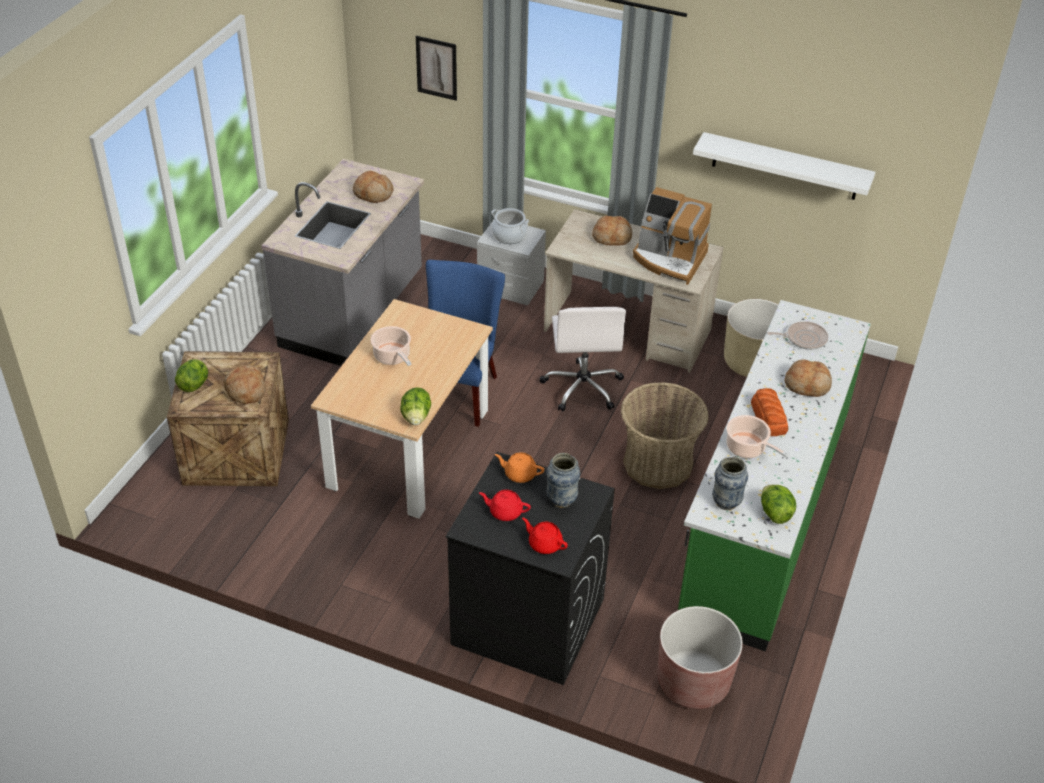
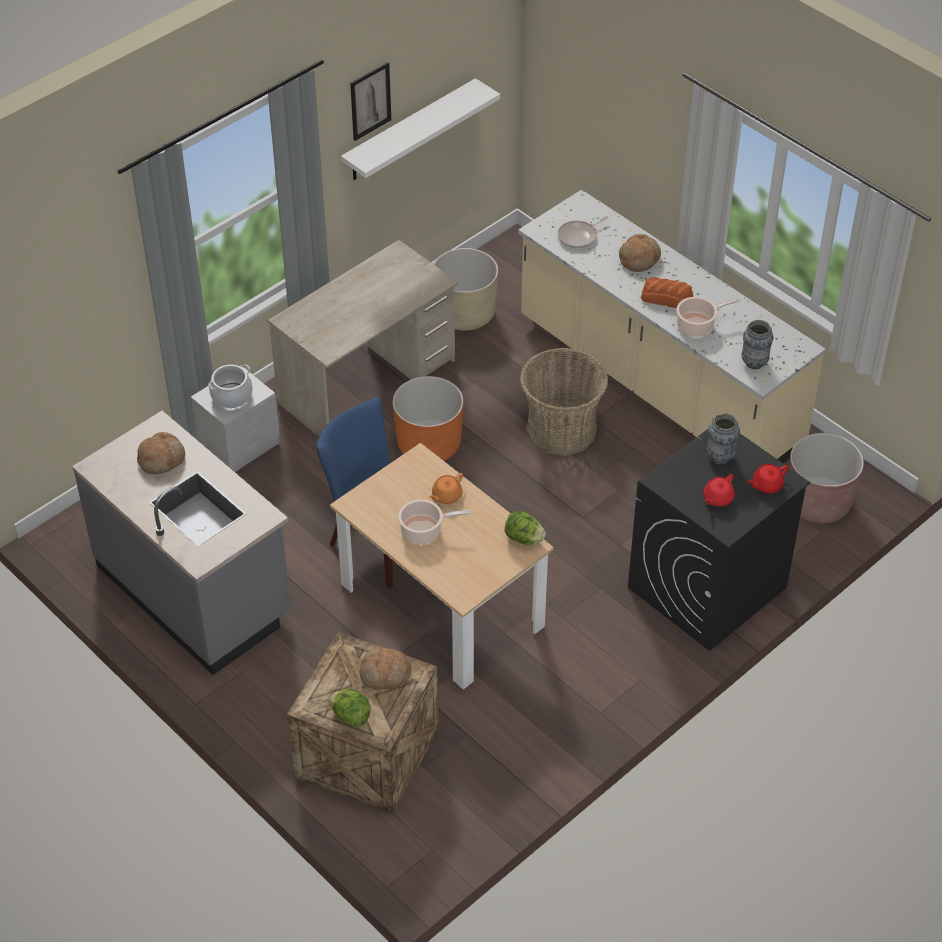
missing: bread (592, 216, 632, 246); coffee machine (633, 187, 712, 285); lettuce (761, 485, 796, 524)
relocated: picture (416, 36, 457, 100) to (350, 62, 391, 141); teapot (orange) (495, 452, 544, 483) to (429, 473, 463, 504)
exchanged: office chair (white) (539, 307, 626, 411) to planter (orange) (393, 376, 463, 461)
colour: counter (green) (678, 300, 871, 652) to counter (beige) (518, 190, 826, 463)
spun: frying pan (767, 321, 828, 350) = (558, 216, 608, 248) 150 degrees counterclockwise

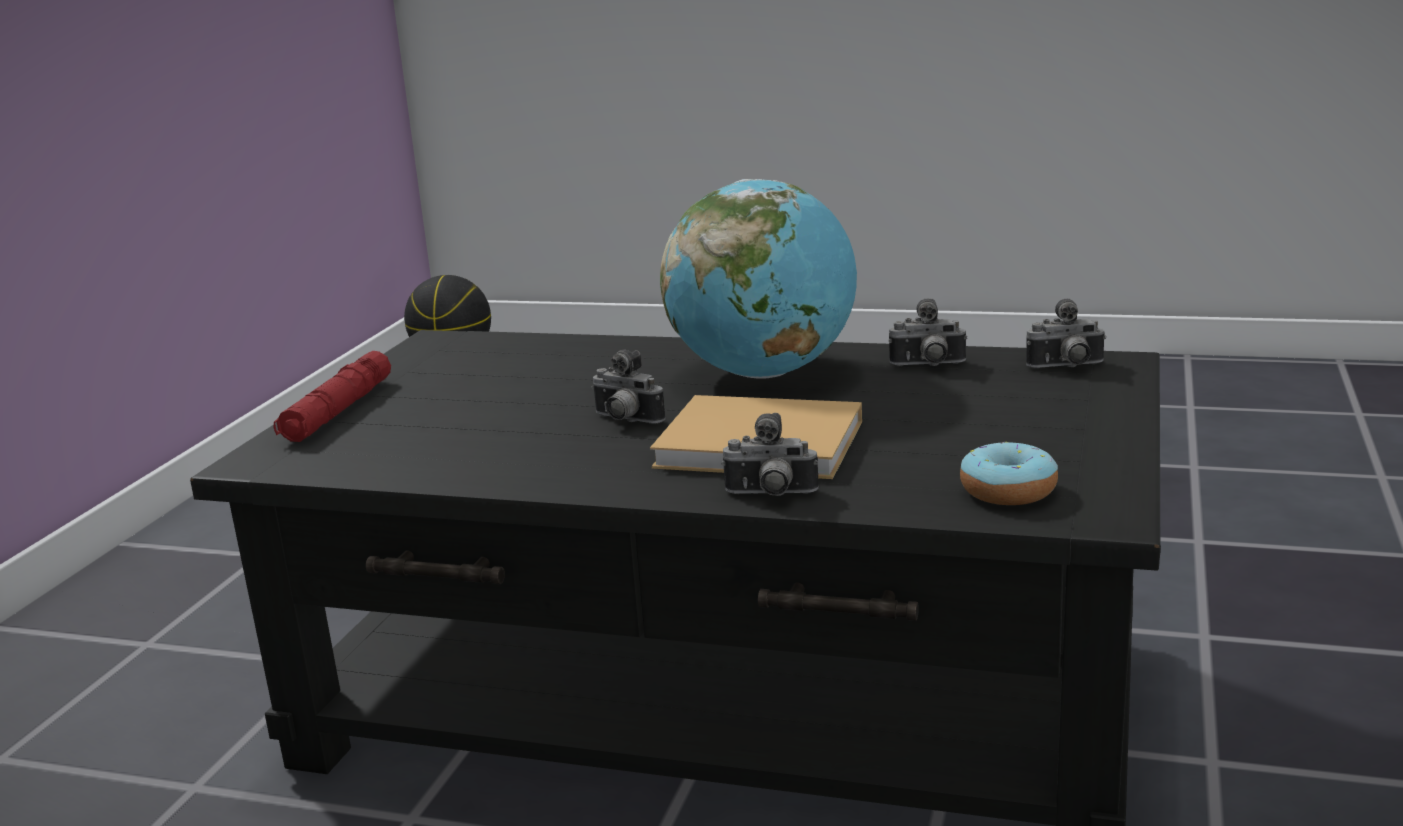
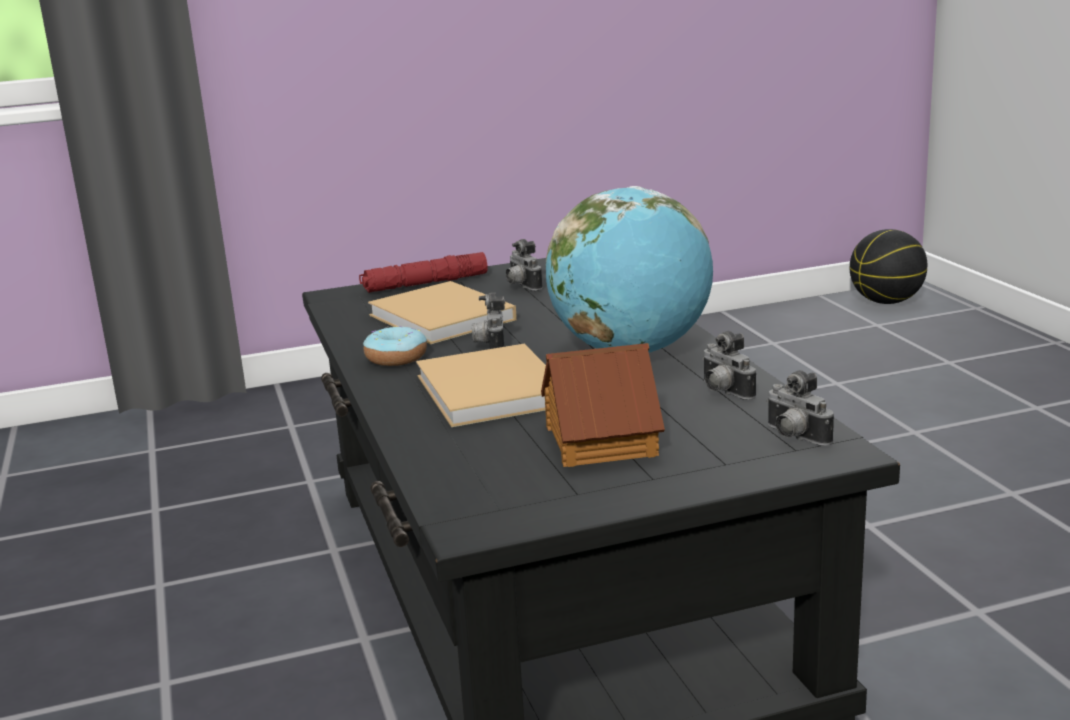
appeared: book (beige) (368, 281, 517, 344); toy house (541, 343, 665, 467)
relocated: photo camera (721, 413, 819, 496) to (506, 239, 543, 291); donut (960, 442, 1058, 505) to (363, 326, 427, 366)

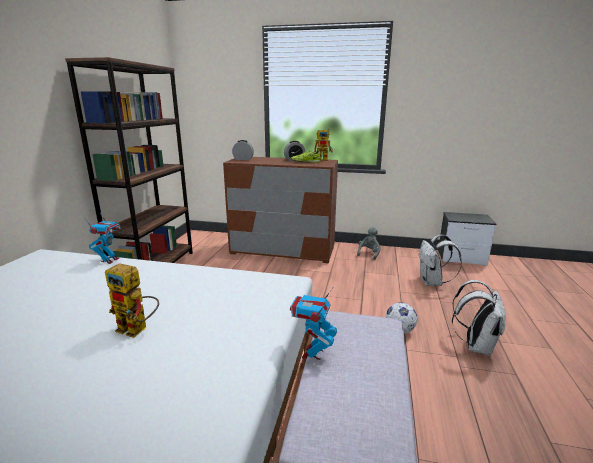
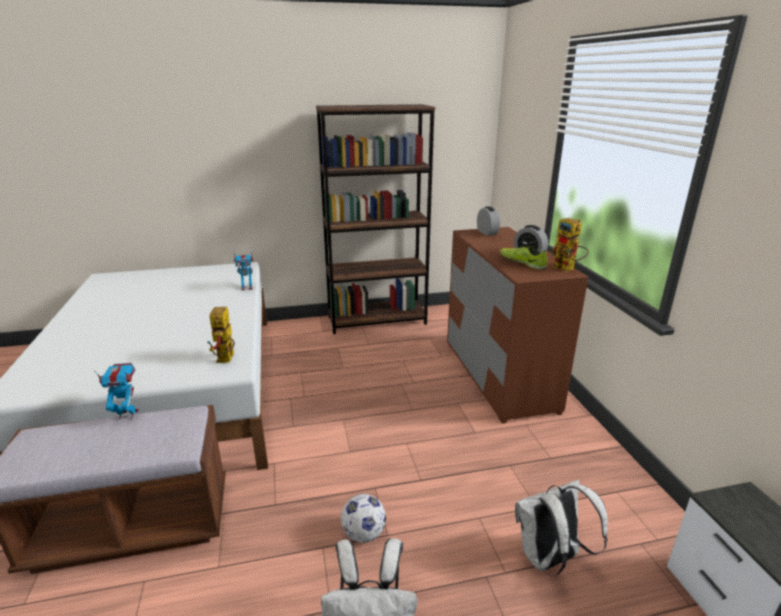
missing: plush toy (grey) (357, 227, 381, 260)
relocated: toy robot (105, 263, 159, 338) to (207, 307, 235, 363)

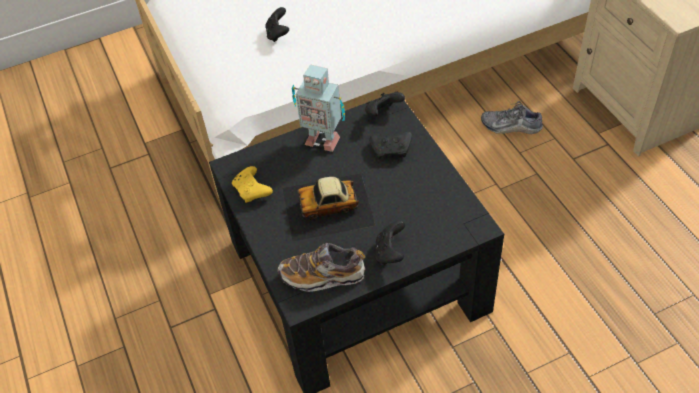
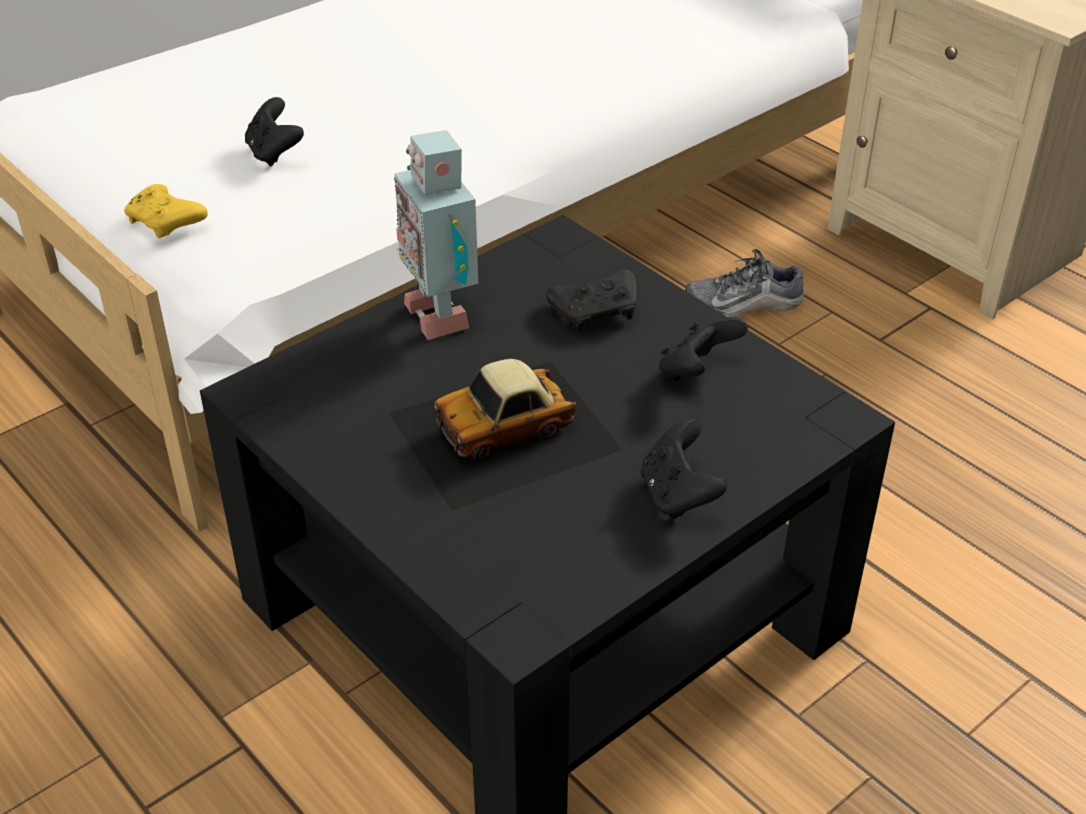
missing: shoe (278, 243, 365, 292)
relocated: game controller (yellow) (232, 166, 273, 203) to (124, 184, 208, 238); game controller (black) (365, 92, 405, 117) to (659, 317, 748, 382)
spun: toy robot (292, 64, 345, 152) = (394, 130, 478, 340) 60 degrees clockwise

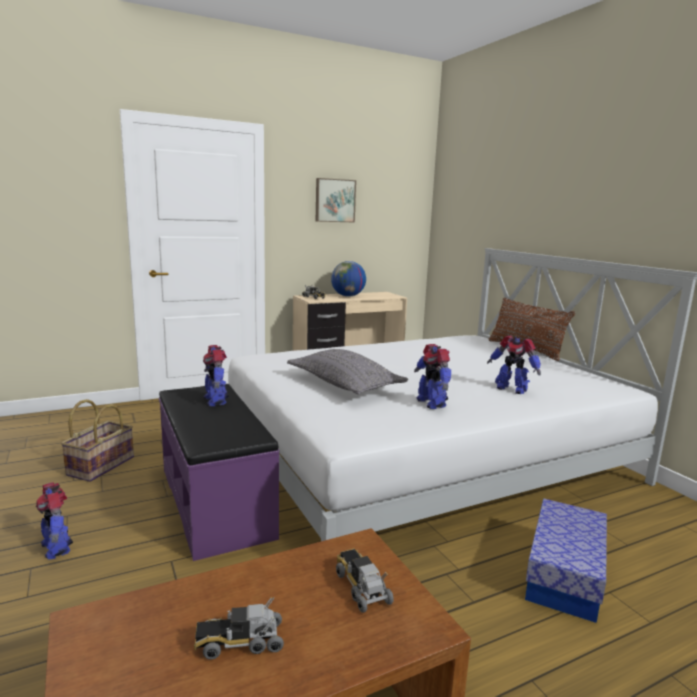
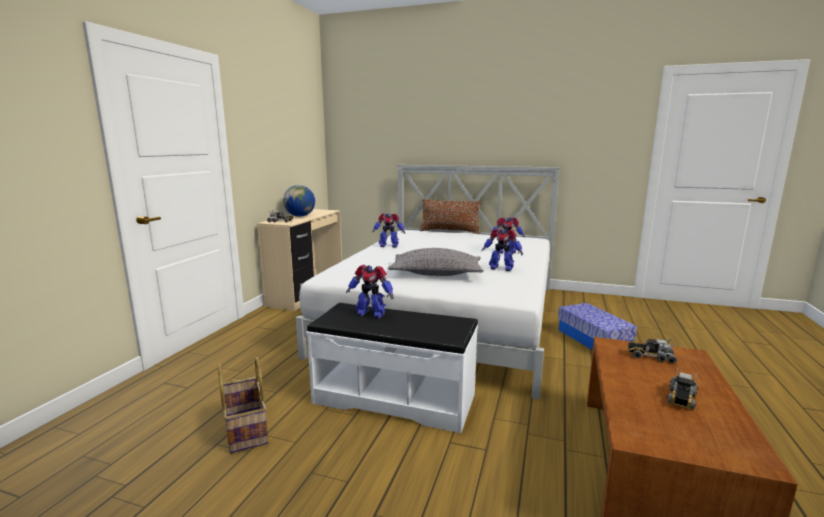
missing: picture (316, 178, 356, 222)
relocated: toy robot (36, 482, 73, 560) to (372, 213, 405, 247)
colour: bench (purple) (159, 384, 279, 561) to bench (white) (306, 303, 478, 433)

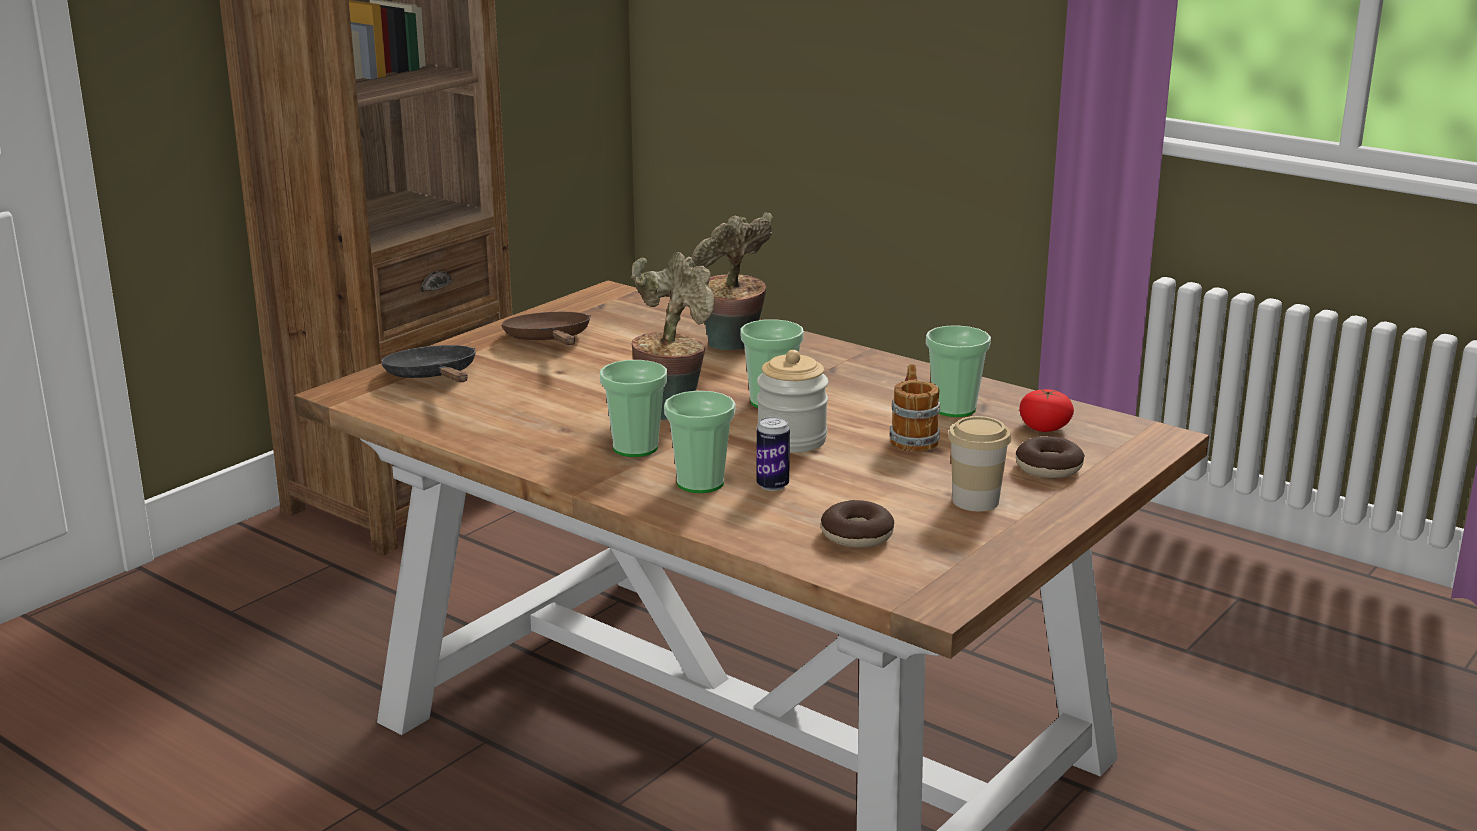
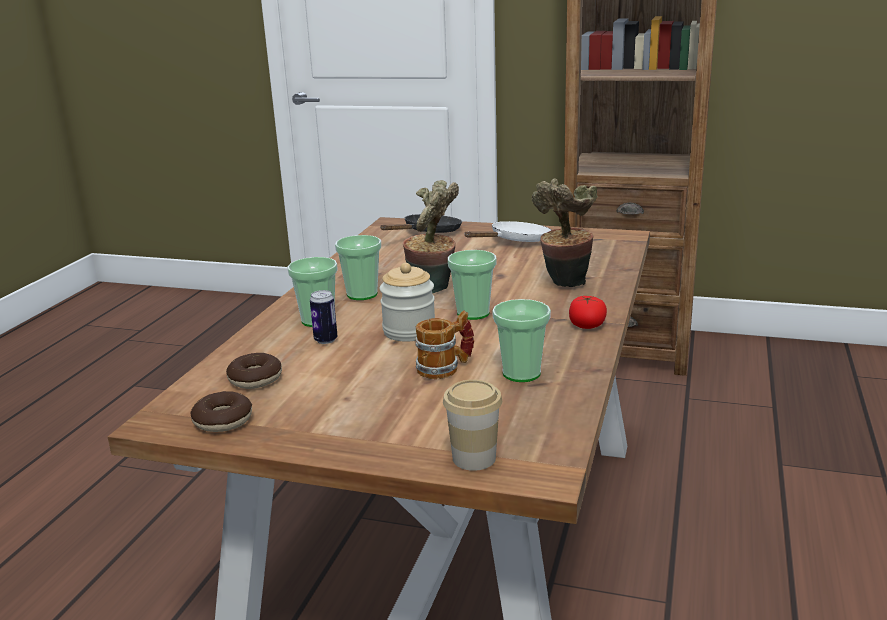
relocated: cup (948, 416, 1011, 511) to (443, 379, 502, 471); donut (1016, 436, 1085, 478) to (190, 391, 252, 432); tomato (1019, 389, 1074, 432) to (569, 296, 607, 329)
colour: frying pan (brown) (501, 312, 591, 345) to frying pan (white) (464, 221, 551, 242)

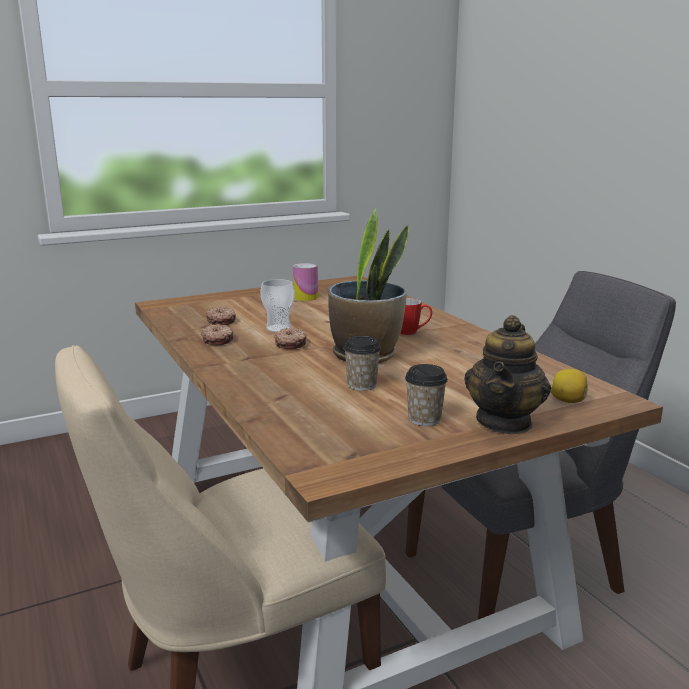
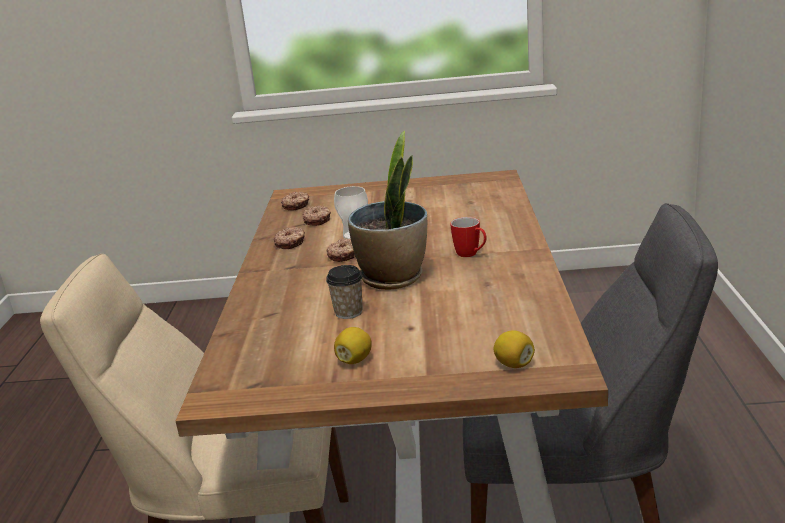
missing: can (293, 263, 318, 301); teapot (464, 315, 551, 434)
appeared: donut (281, 192, 309, 211)
exchanged: cup (405, 364, 448, 426) to lemon (334, 327, 372, 364)

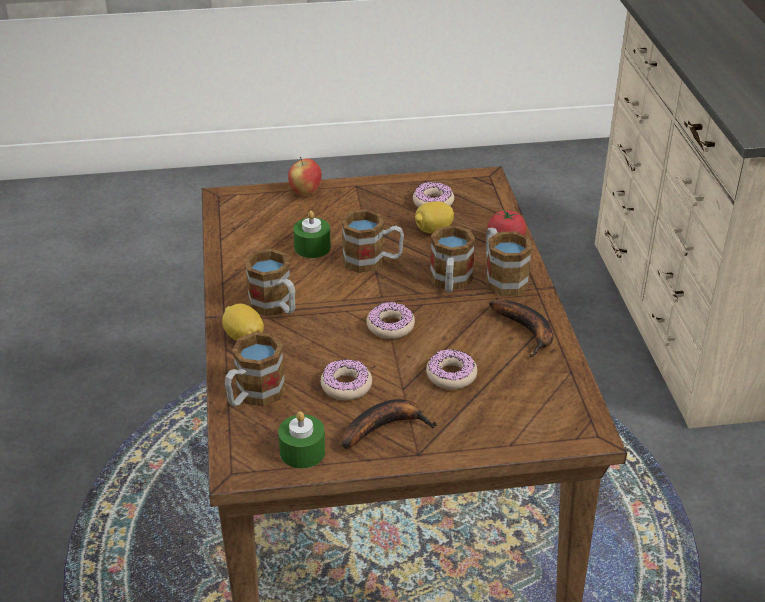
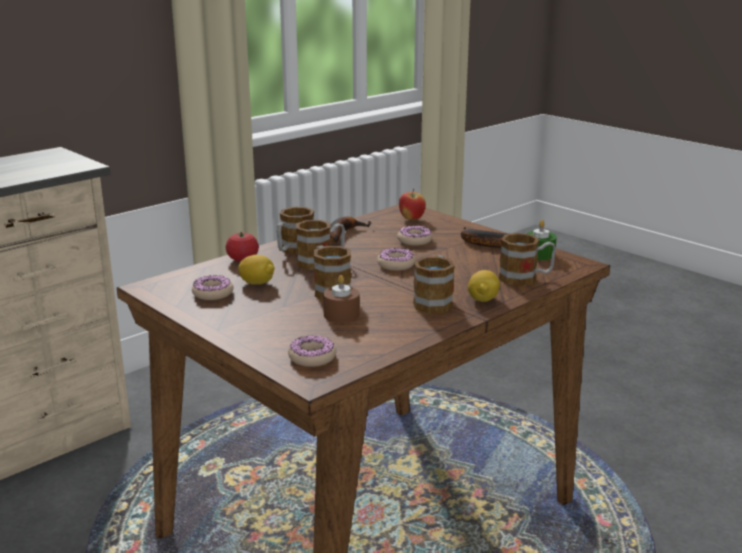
relocated: apple (288, 157, 322, 196) to (399, 189, 426, 220); donut (321, 359, 372, 400) to (288, 335, 336, 367)
colour: candle (green) (293, 211, 331, 258) to candle (brown) (323, 275, 360, 323)

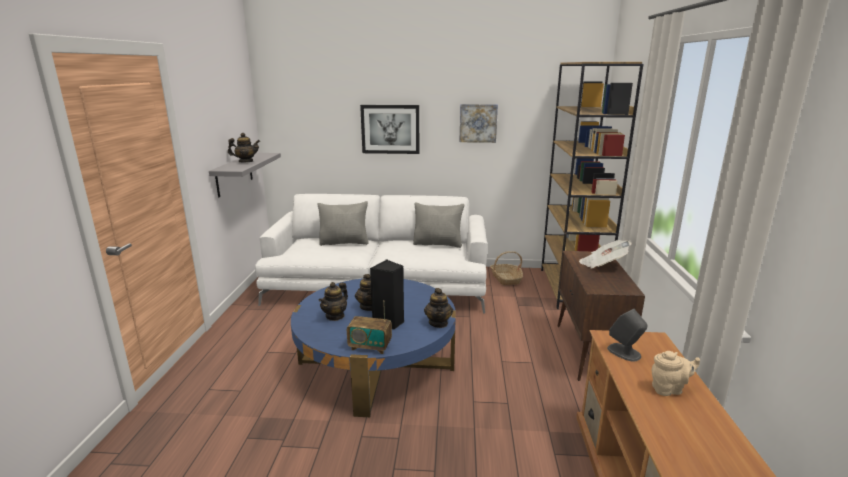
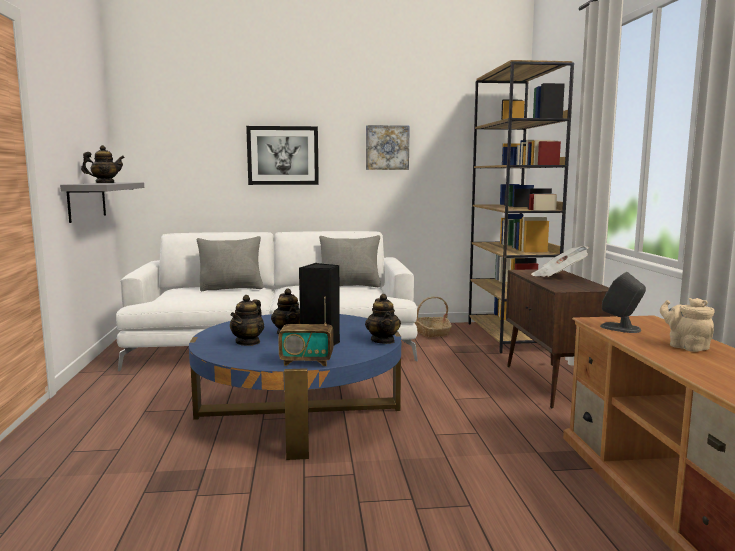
spun: teapot (beige) (652, 351, 700, 396) = (660, 298, 714, 352) 105 degrees counterclockwise

